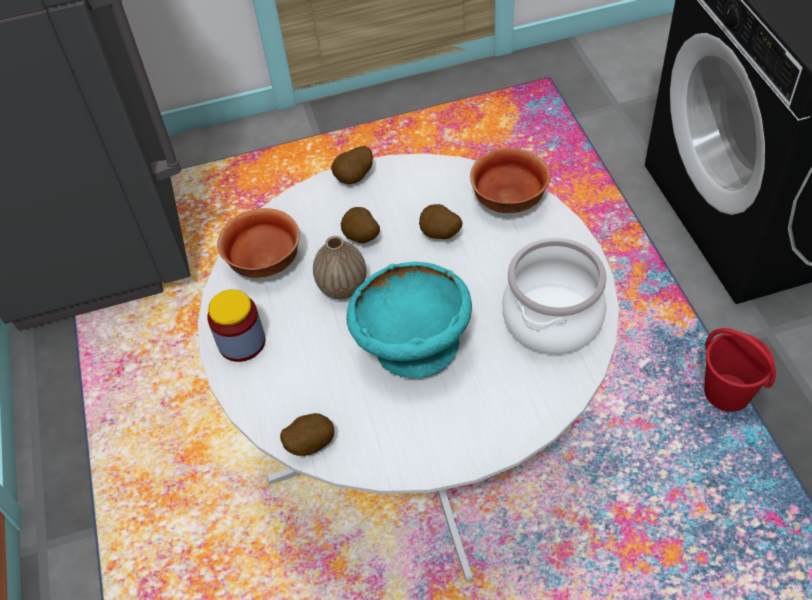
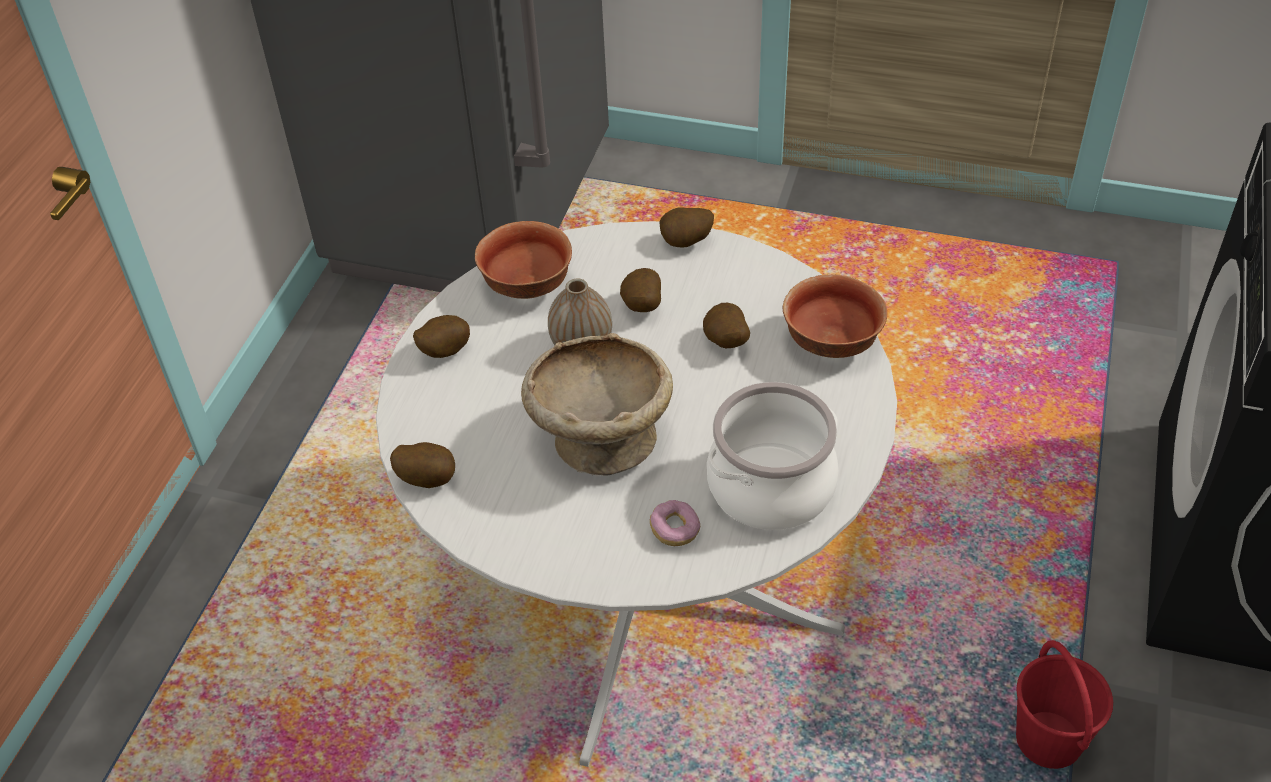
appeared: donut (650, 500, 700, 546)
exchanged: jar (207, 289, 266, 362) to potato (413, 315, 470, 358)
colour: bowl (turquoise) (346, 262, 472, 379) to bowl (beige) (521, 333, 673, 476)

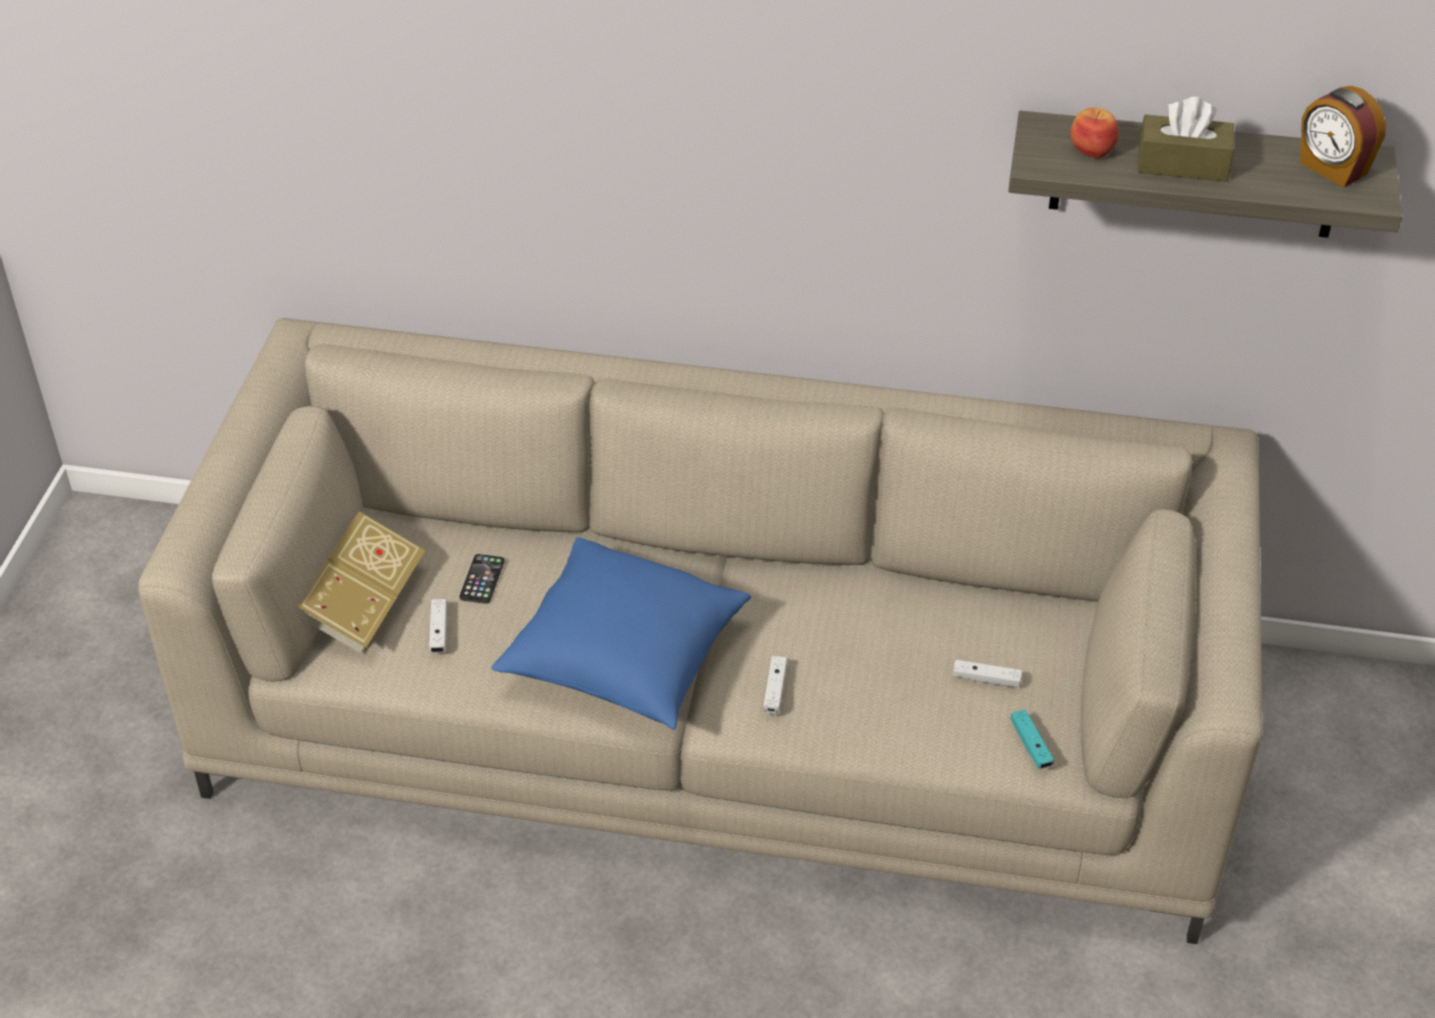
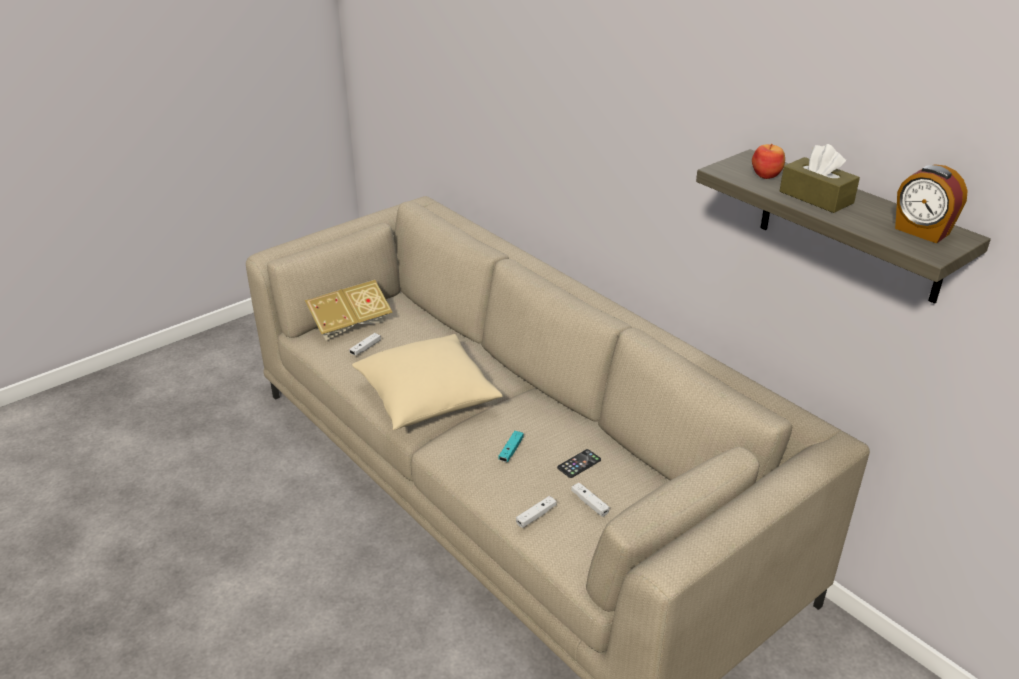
relocated: phone (459, 554, 505, 604) to (557, 449, 601, 478); game controller (white) (763, 656, 787, 715) to (516, 496, 557, 528); game controller (turquoise) (1011, 710, 1054, 769) to (498, 431, 524, 462)
colour: pillow (blue) (491, 537, 751, 730) to pillow (beige) (352, 334, 503, 430)
spun: alarm clock (1300, 86, 1386, 188) = (895, 164, 968, 243) 45 degrees counterclockwise

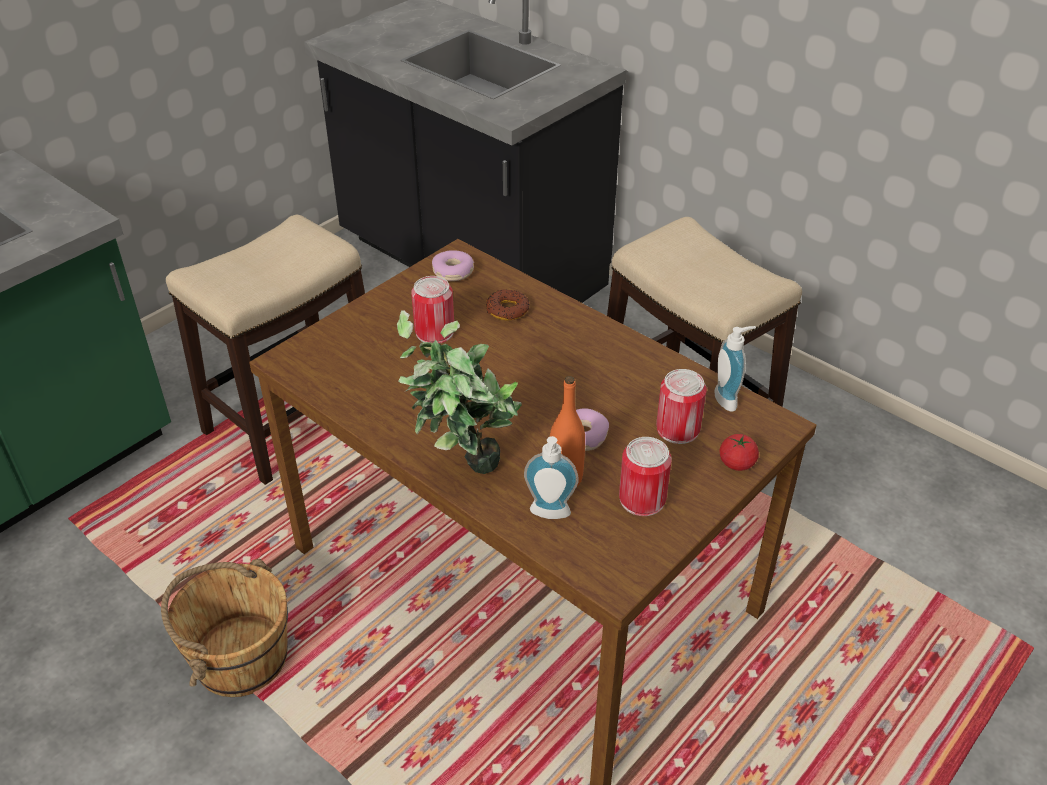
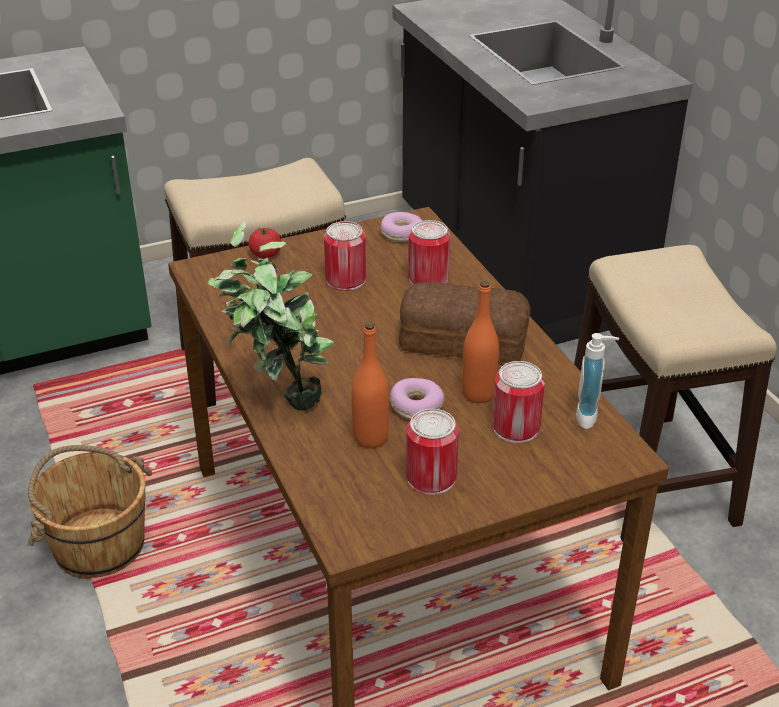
missing: soap dispenser (524, 436, 579, 519)
appeared: bread (399, 282, 531, 363); bottle (orange) (462, 281, 499, 403)
relocated: tomato (719, 434, 759, 471) to (248, 228, 281, 258)
exchanged: donut (486, 289, 530, 320) to can (408, 220, 450, 285)

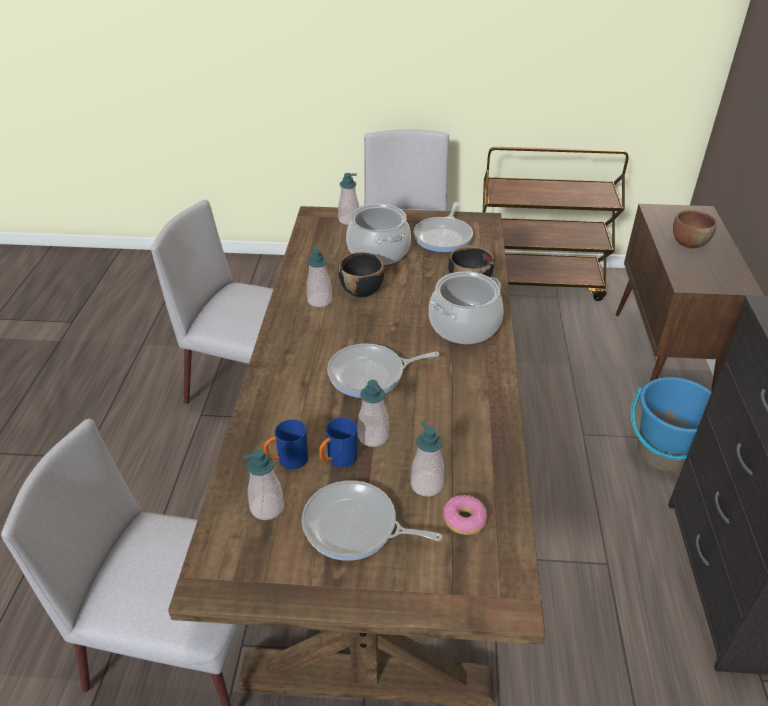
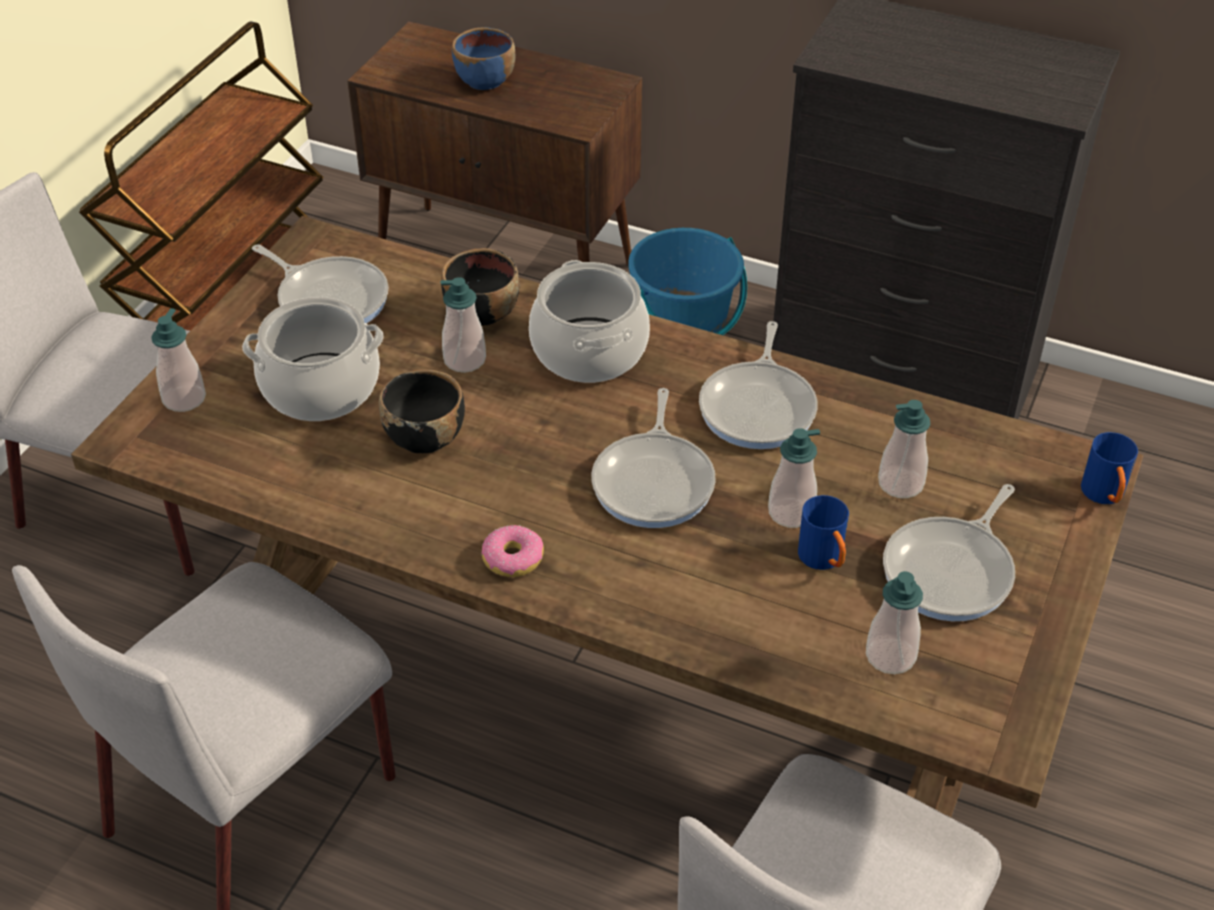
appeared: frying pan (699, 321, 817, 449)
relocated: mug (blue) (264, 420, 308, 470) to (1081, 432, 1138, 504); soap dispenser (307, 246, 332, 307) to (440, 277, 486, 373); donut (443, 495, 487, 535) to (481, 525, 544, 577)
colour: bowl (brown) (673, 210, 717, 248) to bowl (blue) (452, 27, 515, 90)

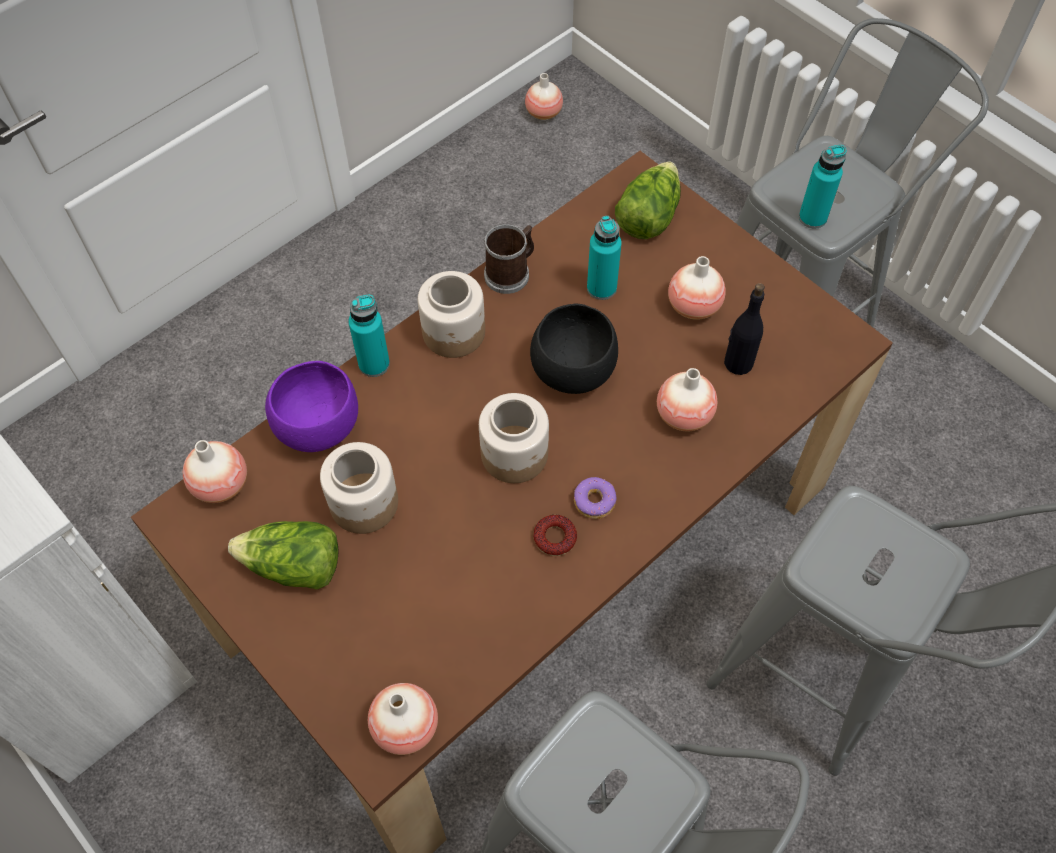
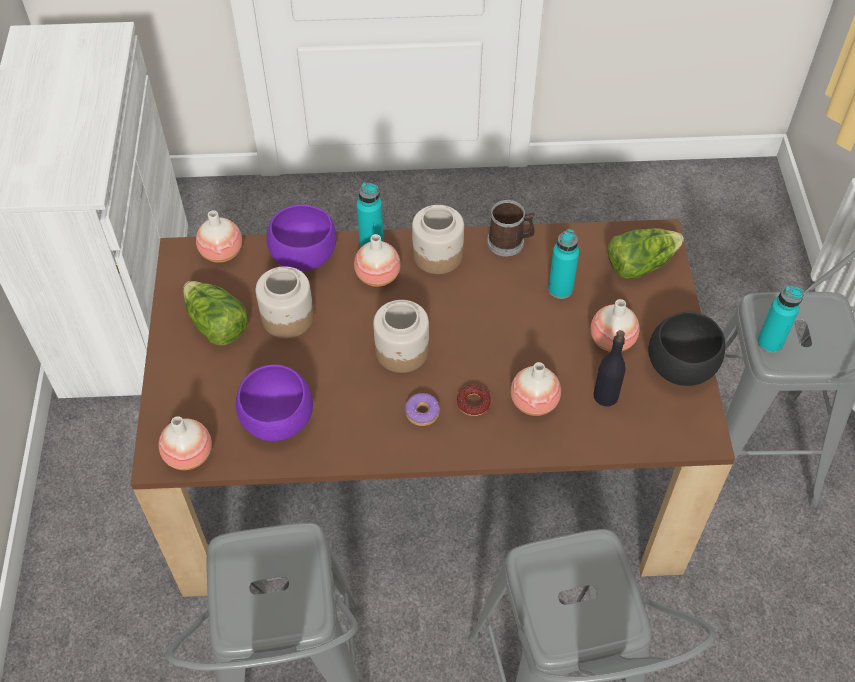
appeared: bowl (purple) (236, 364, 313, 441)
relocated: vase (525, 73, 563, 120) to (354, 234, 401, 287); bowl (black) (530, 304, 618, 394) to (648, 312, 725, 386); donut (533, 515, 577, 556) to (457, 385, 491, 416)

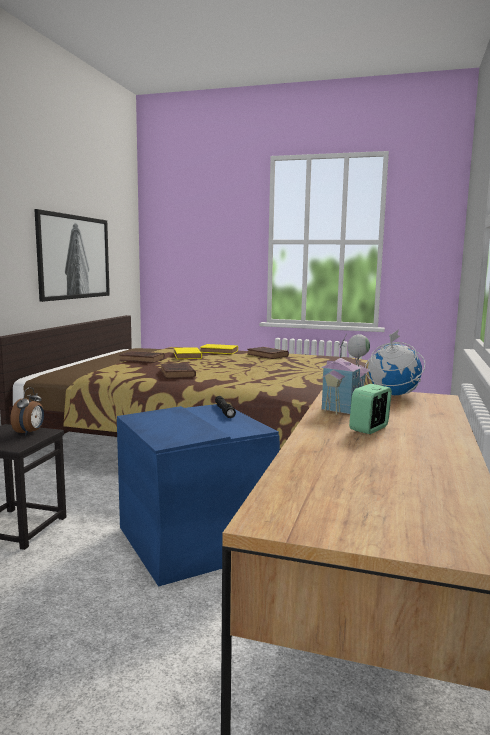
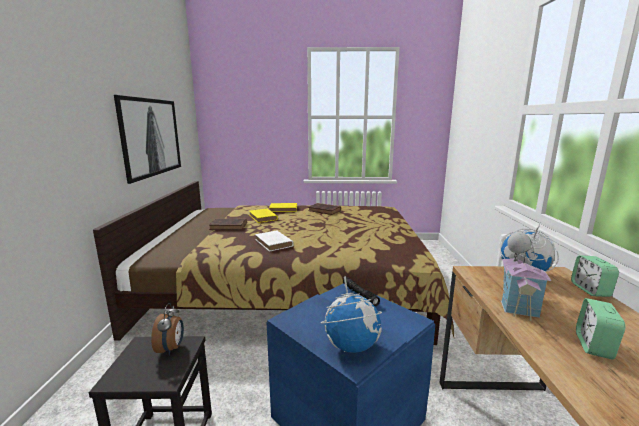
appeared: globe (321, 276, 382, 353); alarm clock (571, 256, 619, 297)
colour: book (brown) (160, 363, 196, 379) to book (white) (255, 230, 294, 251)

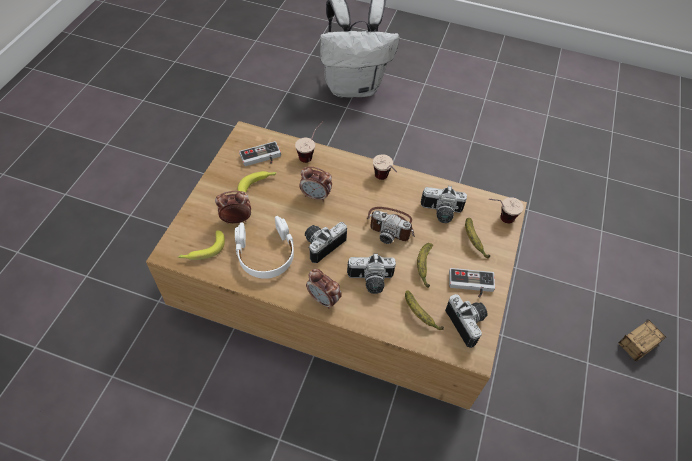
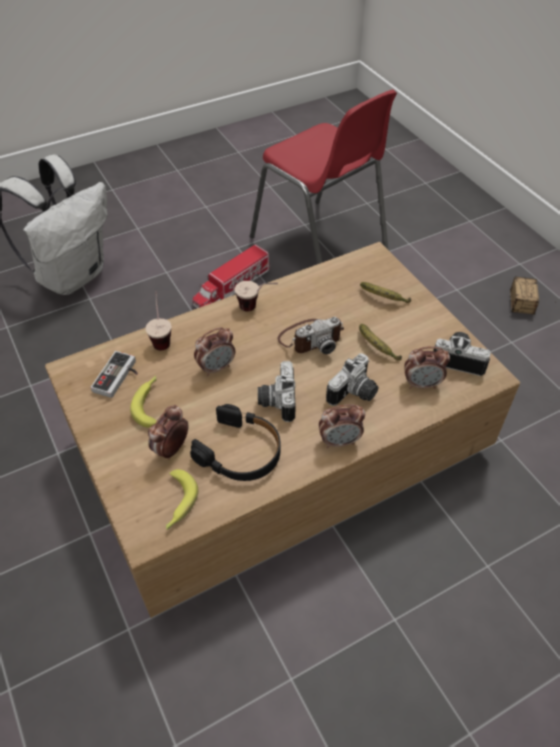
missing: photo camera (421, 186, 467, 223); game controller (449, 268, 495, 298); cup (489, 197, 524, 224)
appeared: toy truck (192, 244, 270, 308); chair (red) (250, 89, 397, 264)
exchanged: banana (405, 291, 444, 330) to alarm clock (404, 347, 450, 389)
colour: headphones (white) (235, 216, 294, 279) to headphones (black) (190, 404, 280, 481)

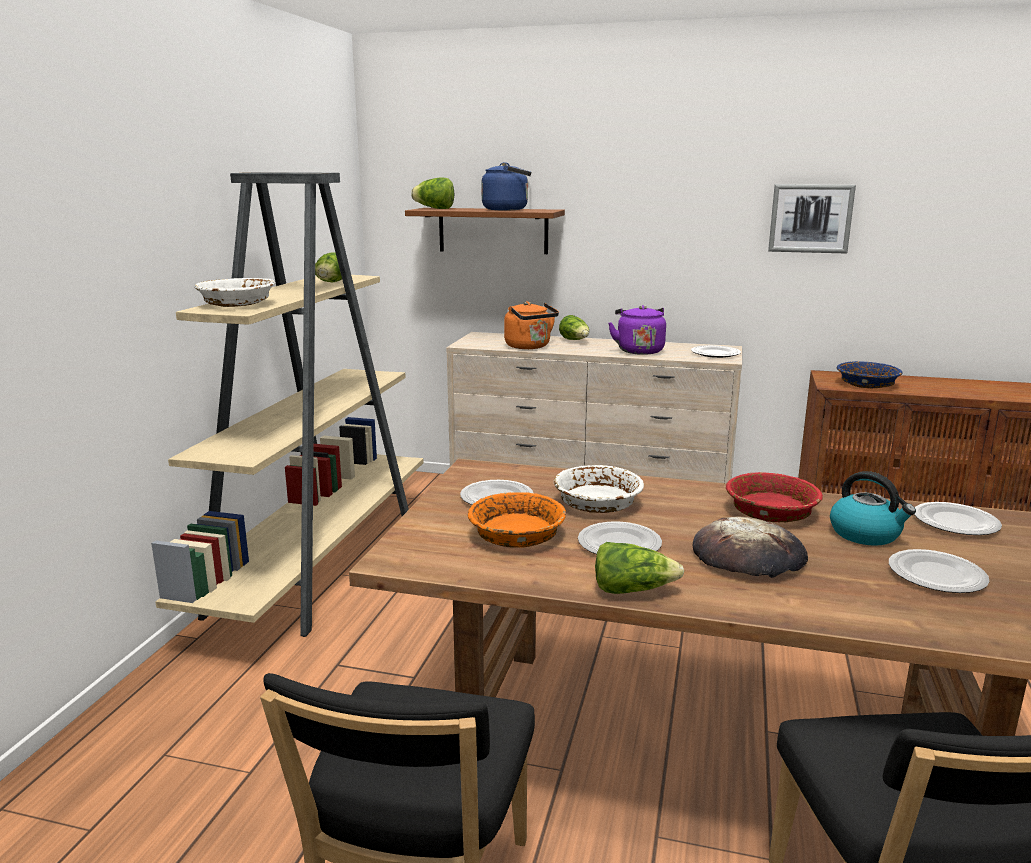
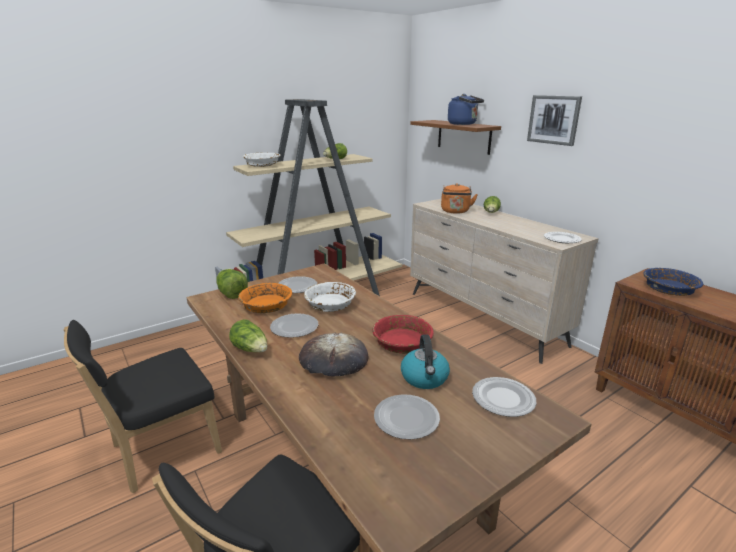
missing: kettle (purple) (608, 305, 666, 355)
relocated: lettuce (411, 178, 454, 209) to (216, 269, 248, 299); picture (768, 184, 856, 253) to (527, 95, 582, 146)

